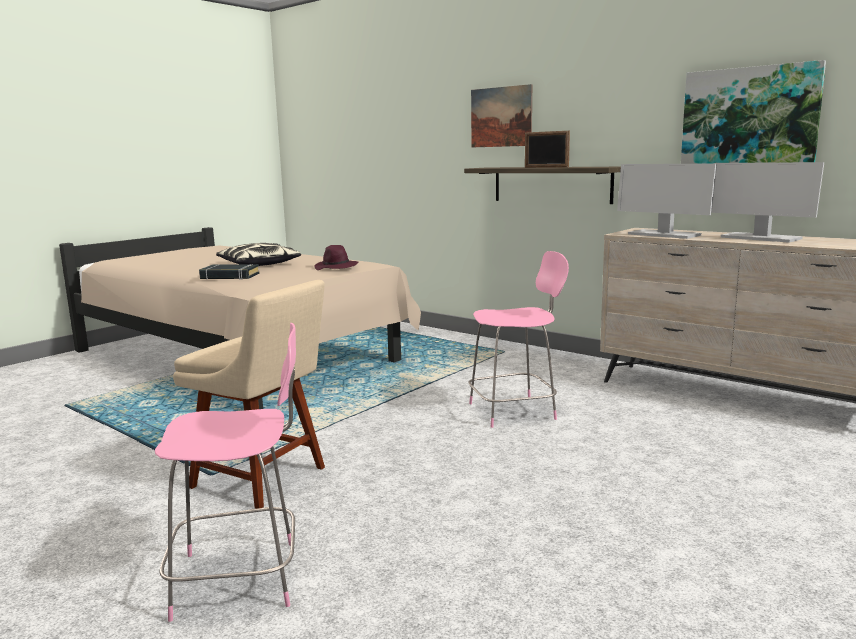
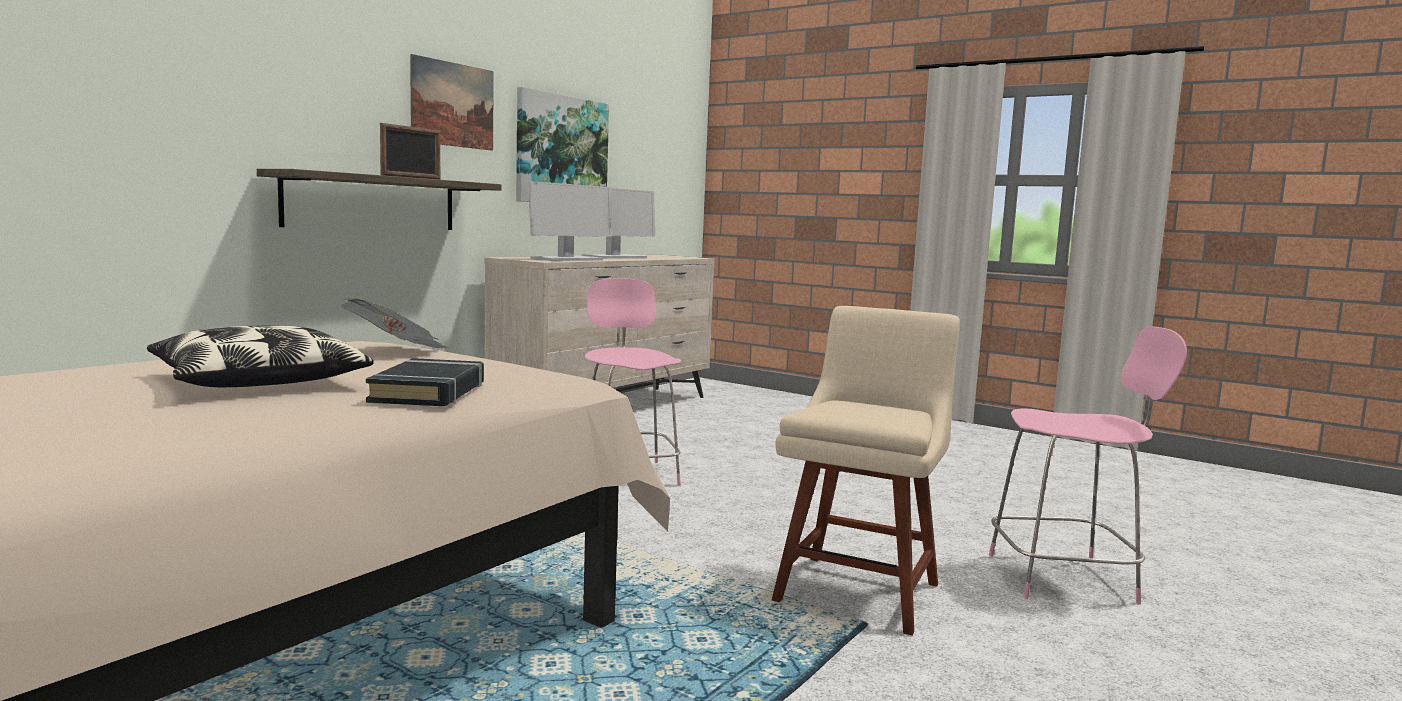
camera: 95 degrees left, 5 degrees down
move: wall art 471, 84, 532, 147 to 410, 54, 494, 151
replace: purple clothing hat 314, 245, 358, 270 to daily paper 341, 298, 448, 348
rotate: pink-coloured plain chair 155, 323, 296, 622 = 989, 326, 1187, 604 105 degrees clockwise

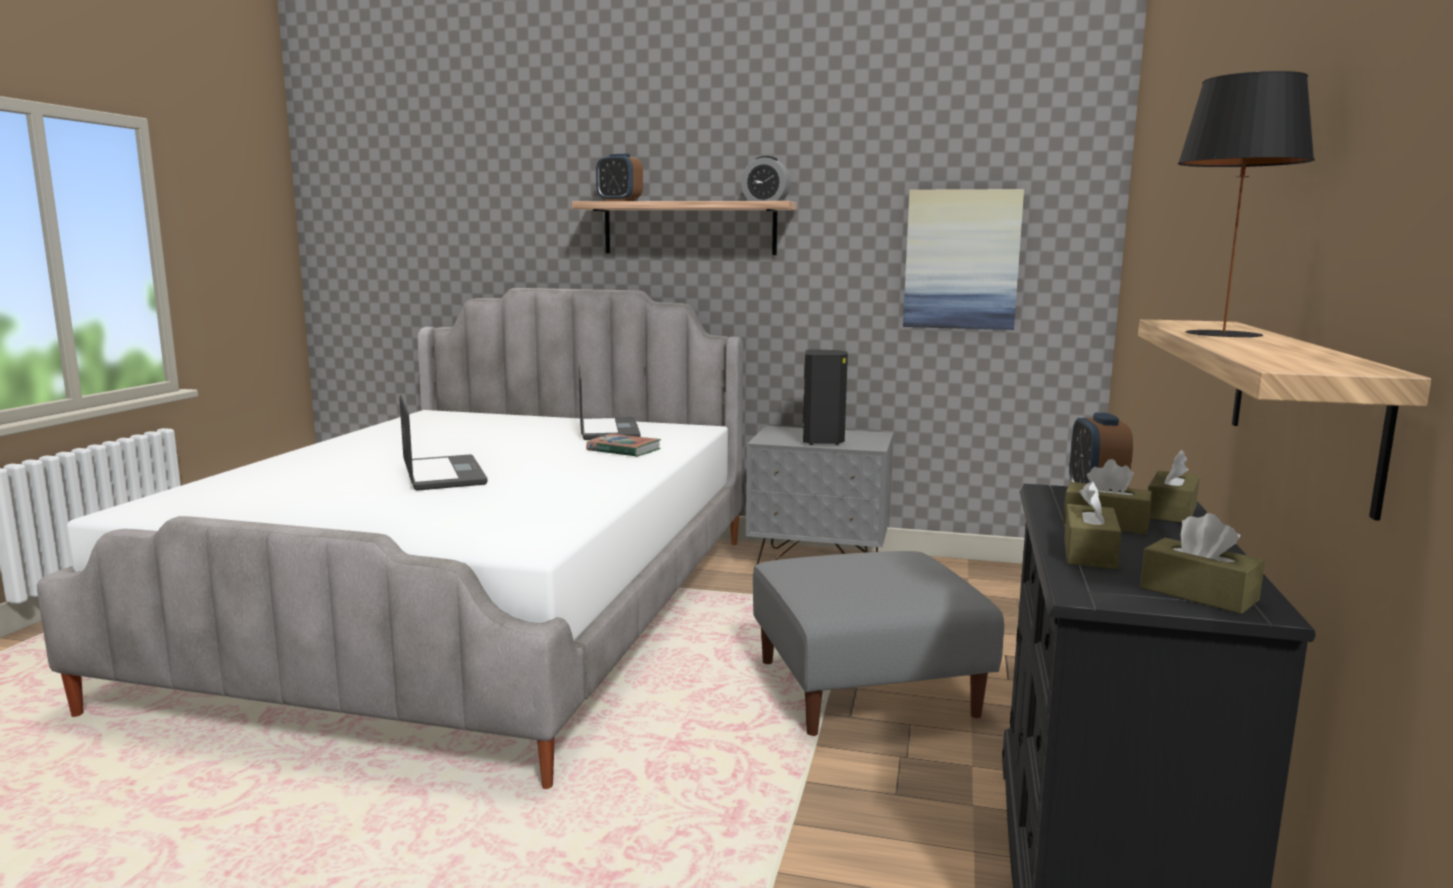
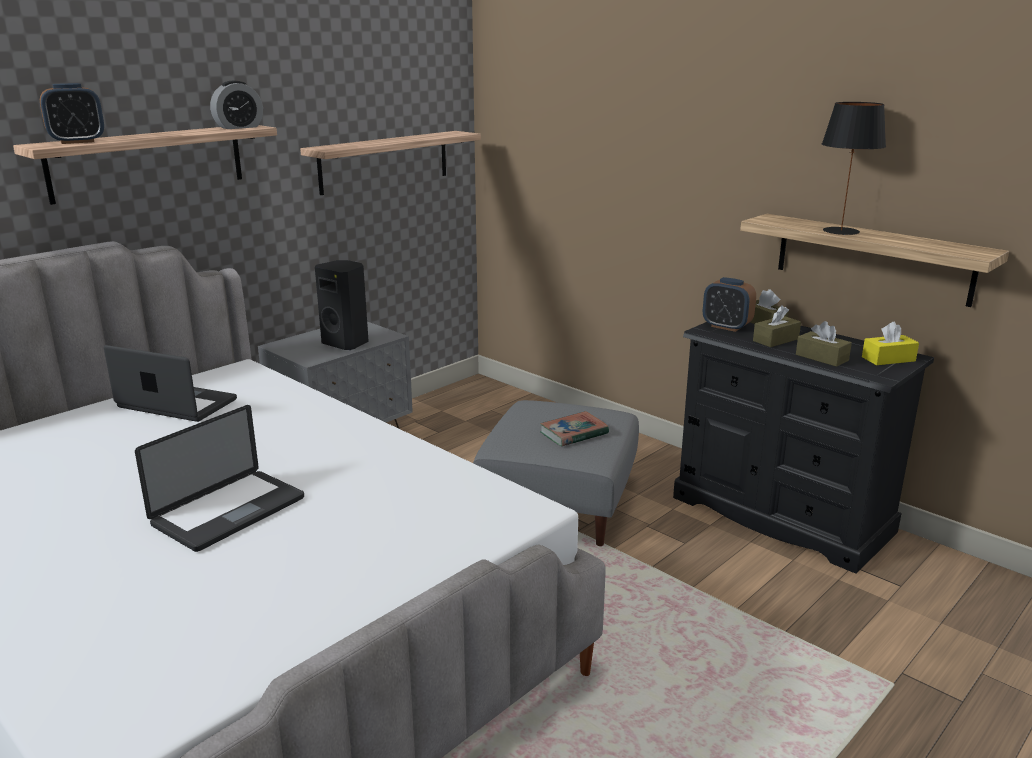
camera: 60 degrees left, 10 degrees up
move: bound book 586, 434, 661, 457 to 540, 411, 609, 446
replace: wall art 903, 189, 1024, 330 to shelf 300, 131, 481, 195
recolor: brown box of tissues 1140, 513, 1265, 614 to yellow-coloured box of tissues 862, 321, 919, 365
rotate: portable computer 399, 395, 487, 490 = 135, 405, 304, 552 120 degrees clockwise

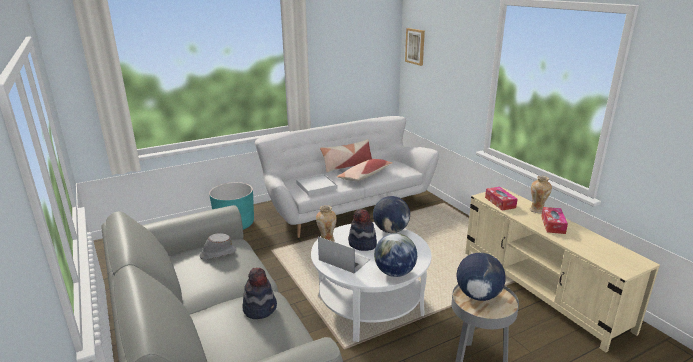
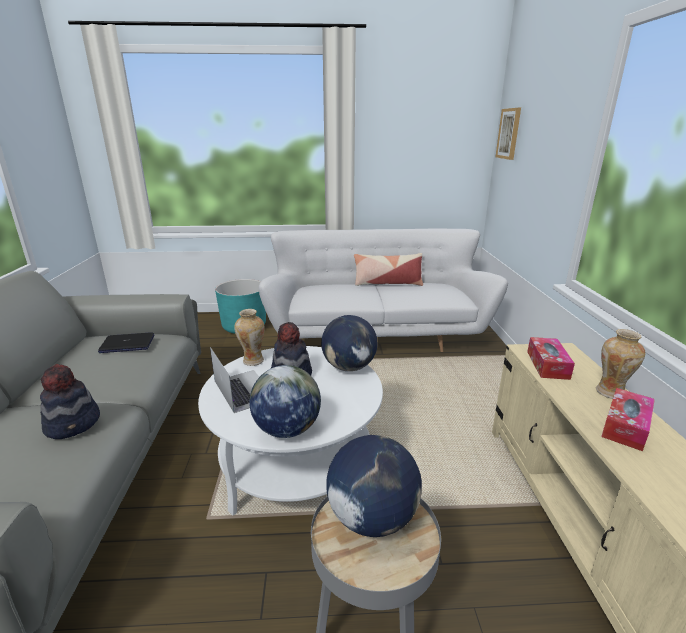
camera: 25 degrees right, 0 degrees up
delete: throw pillow 337, 159, 393, 181; whitish carrying tray 296, 174, 337, 196
replace: gray clothing hat 200, 234, 236, 259 to portable computer 98, 333, 154, 353

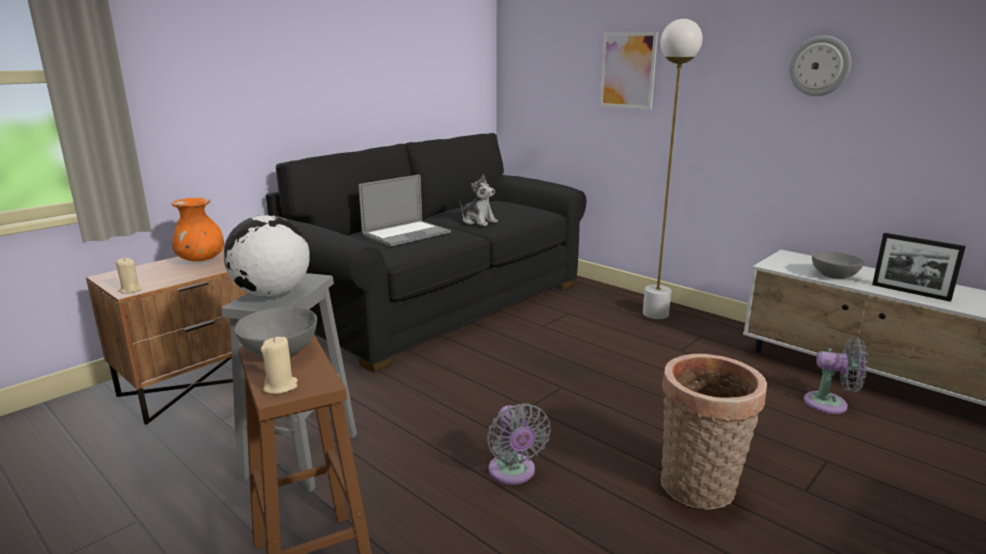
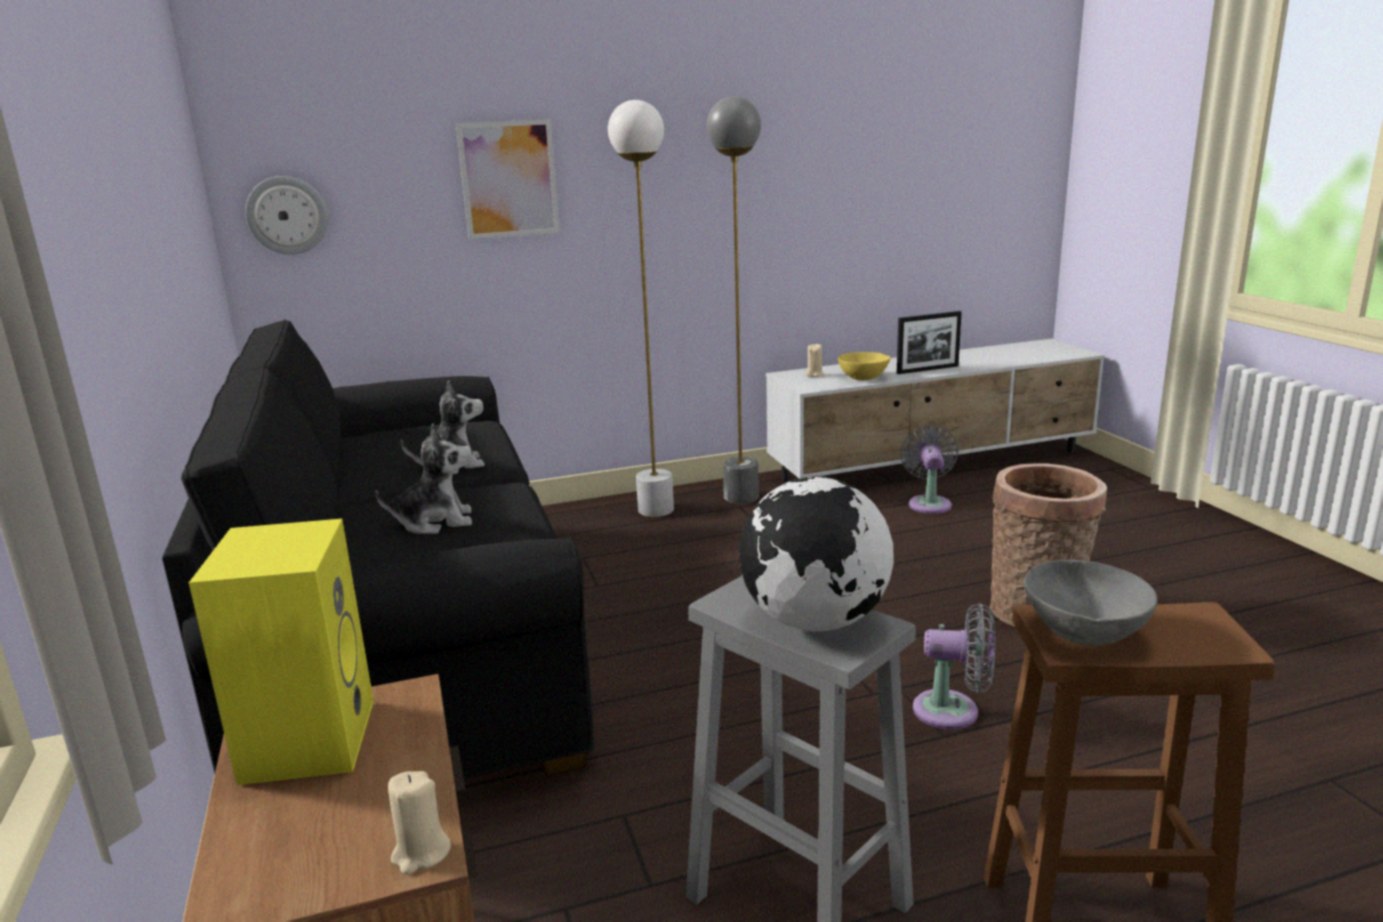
camera: 60 degrees left, 0 degrees up
insert: gray floor lamp 707, 96, 761, 504
move: wall clock 789, 36, 851, 96 to 245, 176, 328, 255; beige-coloured wax candle 261, 337, 298, 394 to 805, 343, 824, 377
replace: portable computer 359, 174, 451, 247 to soft toy 375, 423, 472, 534; orangey decorative vase 171, 198, 224, 261 to yellow-coloured audio speaker 189, 519, 374, 785
recolor: gray serving bowl 812, 251, 865, 279 to yellow-coloured serving bowl 838, 352, 891, 380
rotate: gray electric fan 804, 338, 868, 414 = 900, 425, 959, 514 45 degrees counterclockwise

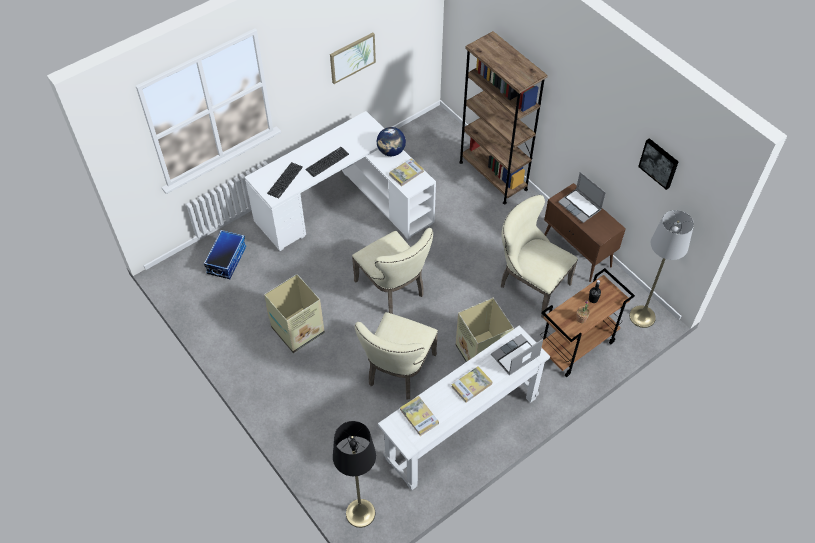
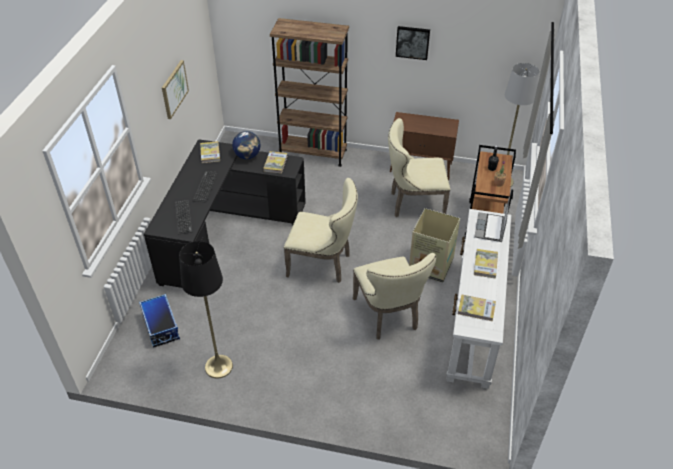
camera: 40 degrees left, 10 degrees down
delete: portable computer 558, 172, 606, 223; packing box 264, 274, 325, 353
insert: bound book 200, 141, 220, 163
move: wall art 638, 138, 678, 190 to 396, 26, 430, 60; black-coloured floor lamp 333, 421, 376, 528 to 179, 241, 233, 379
recolor: whitish desk unit 245, 111, 436, 251 to black-coloured desk unit 144, 139, 306, 288

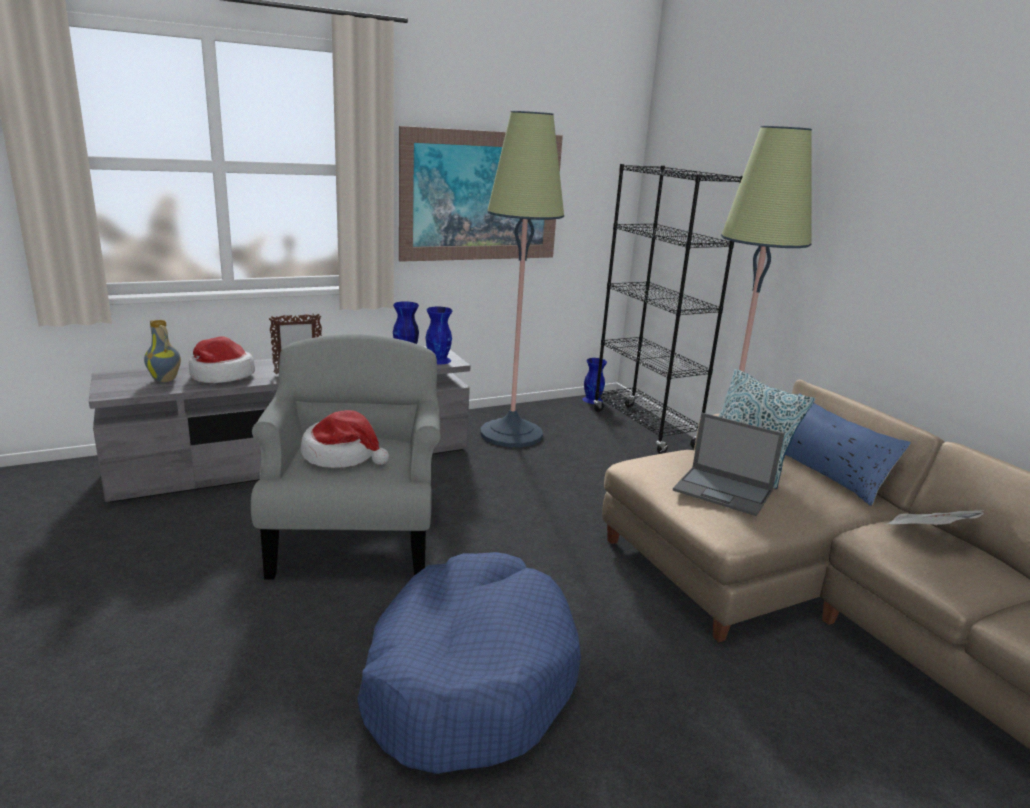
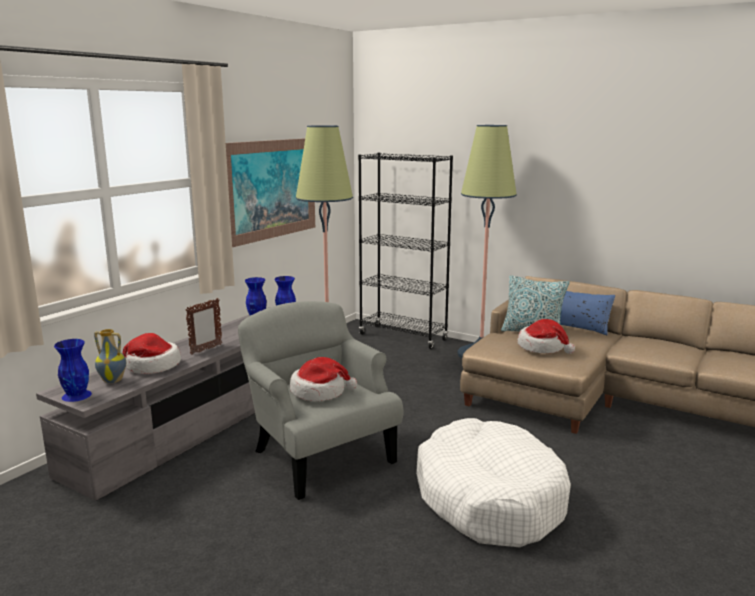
camera: 30 degrees left, 5 degrees down
delete: daily paper 887, 510, 984, 525
move: blue decorative vase 582, 358, 607, 404 to 54, 339, 92, 402
replace: portable computer 673, 413, 785, 516 to clothing hat 518, 319, 575, 354
recolor: blue pet bed 357, 552, 581, 774 to whitish pet bed 416, 418, 571, 547

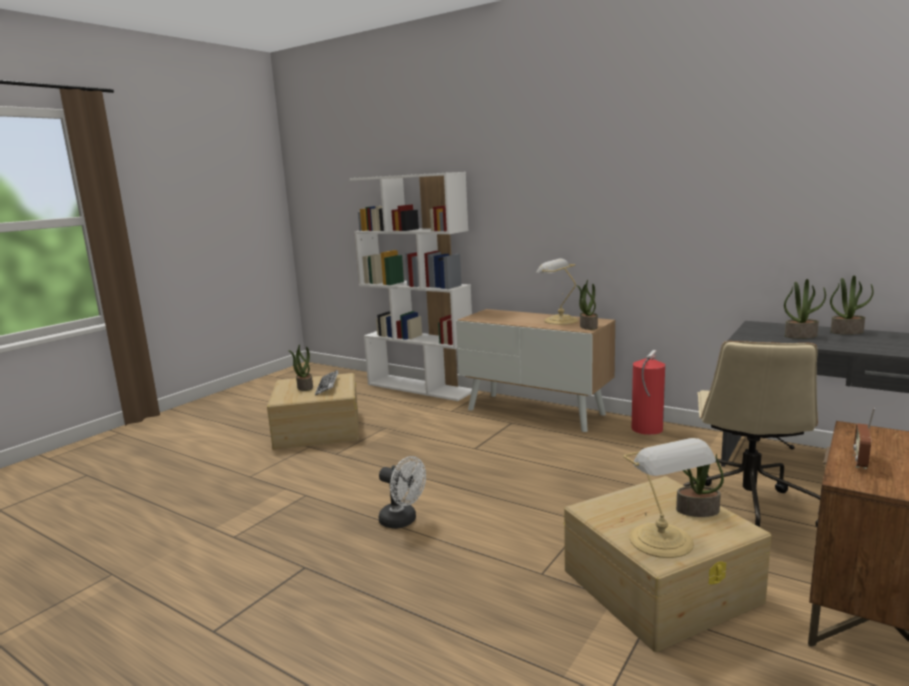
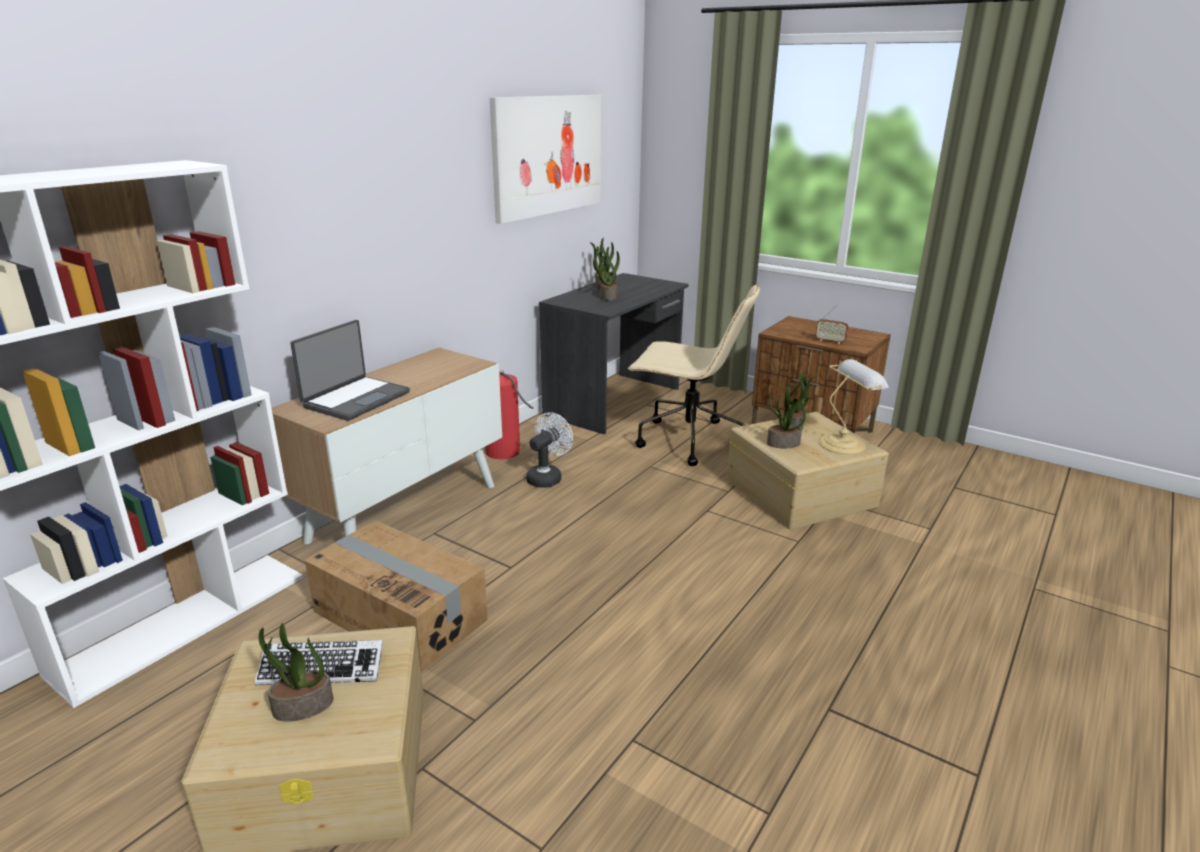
camera: 90 degrees left, 10 degrees up
delete: table lamp 536, 258, 578, 325
insert: wall art 490, 95, 601, 224; portable computer 290, 320, 410, 421; packing box 305, 520, 487, 672
move: potted plant 576, 280, 598, 330 to 767, 387, 806, 448; whitish electric fan 379, 456, 426, 529 to 526, 412, 573, 488

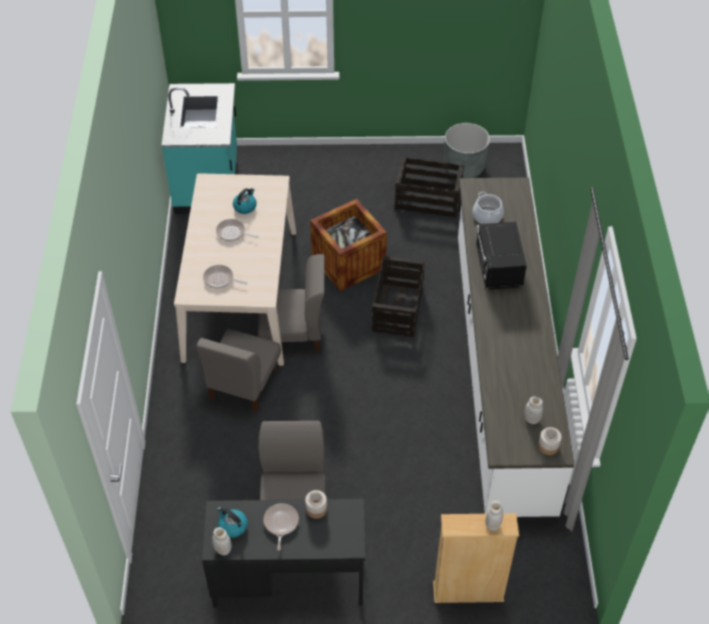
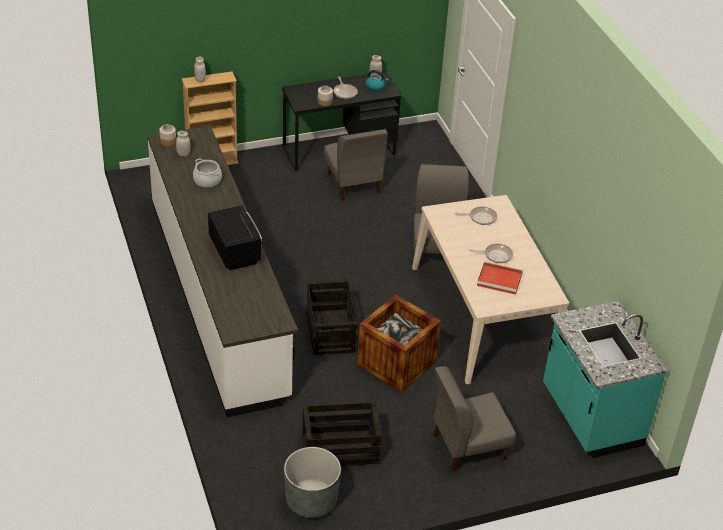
camera: 160 degrees right, 10 degrees down
move: stockpot 473, 192, 504, 224 to 193, 158, 222, 188; gray plain chair 258, 254, 325, 352 to 433, 366, 516, 472
replace: water kettle 233, 188, 257, 214 to reddish carrying tray 477, 262, 523, 295

